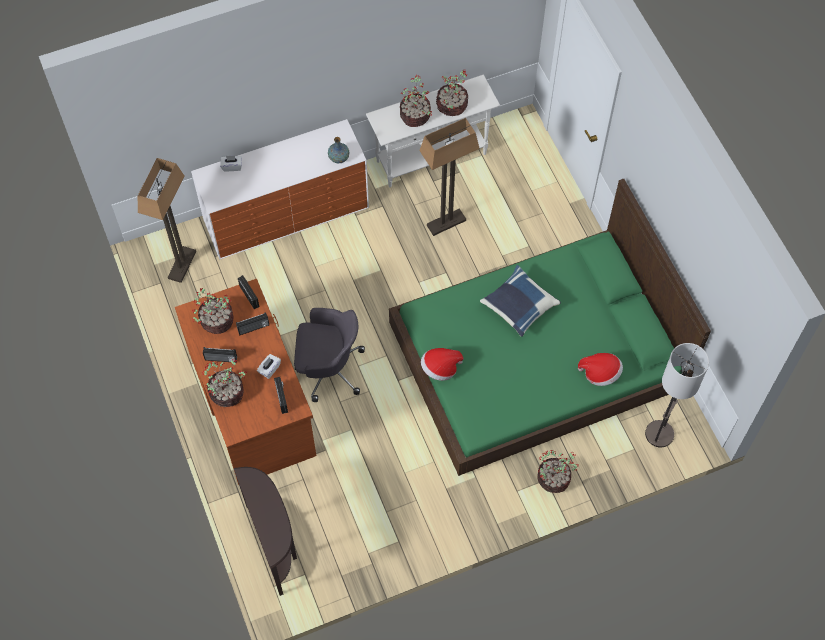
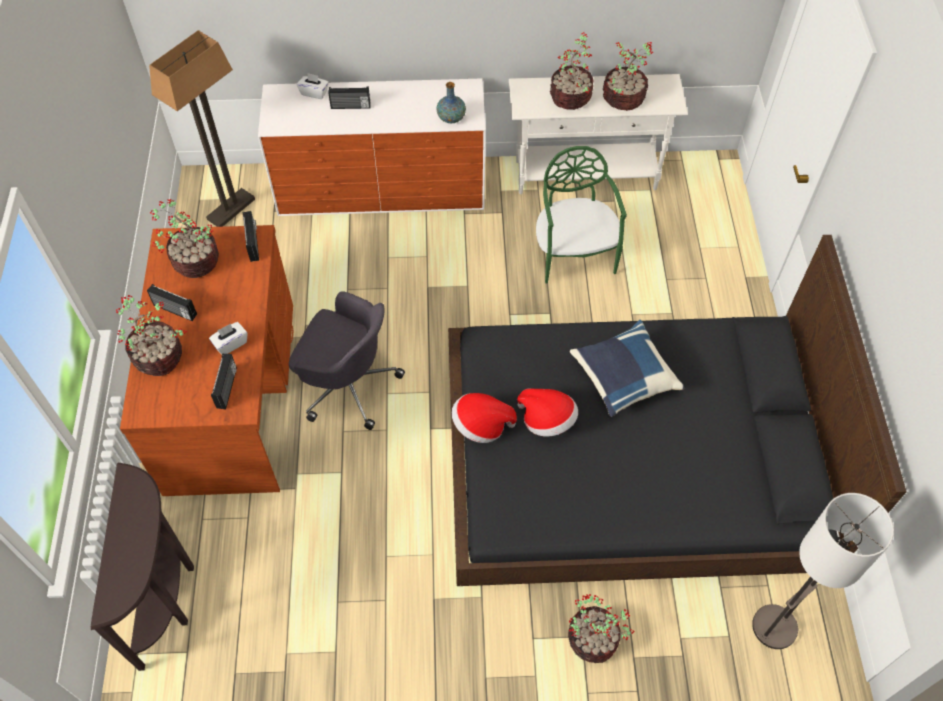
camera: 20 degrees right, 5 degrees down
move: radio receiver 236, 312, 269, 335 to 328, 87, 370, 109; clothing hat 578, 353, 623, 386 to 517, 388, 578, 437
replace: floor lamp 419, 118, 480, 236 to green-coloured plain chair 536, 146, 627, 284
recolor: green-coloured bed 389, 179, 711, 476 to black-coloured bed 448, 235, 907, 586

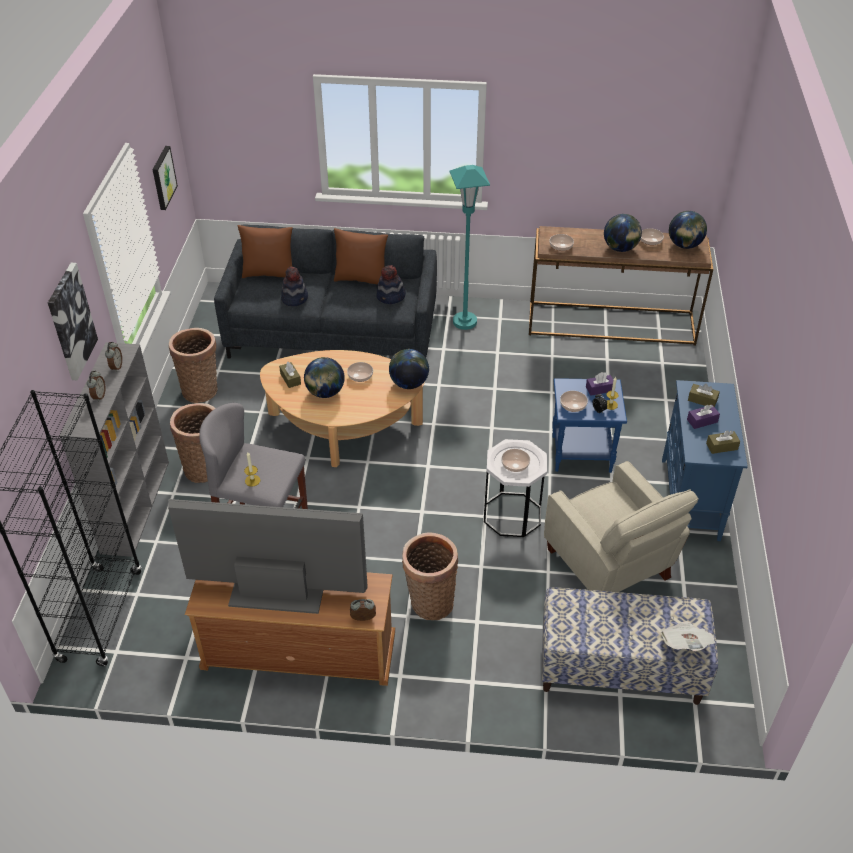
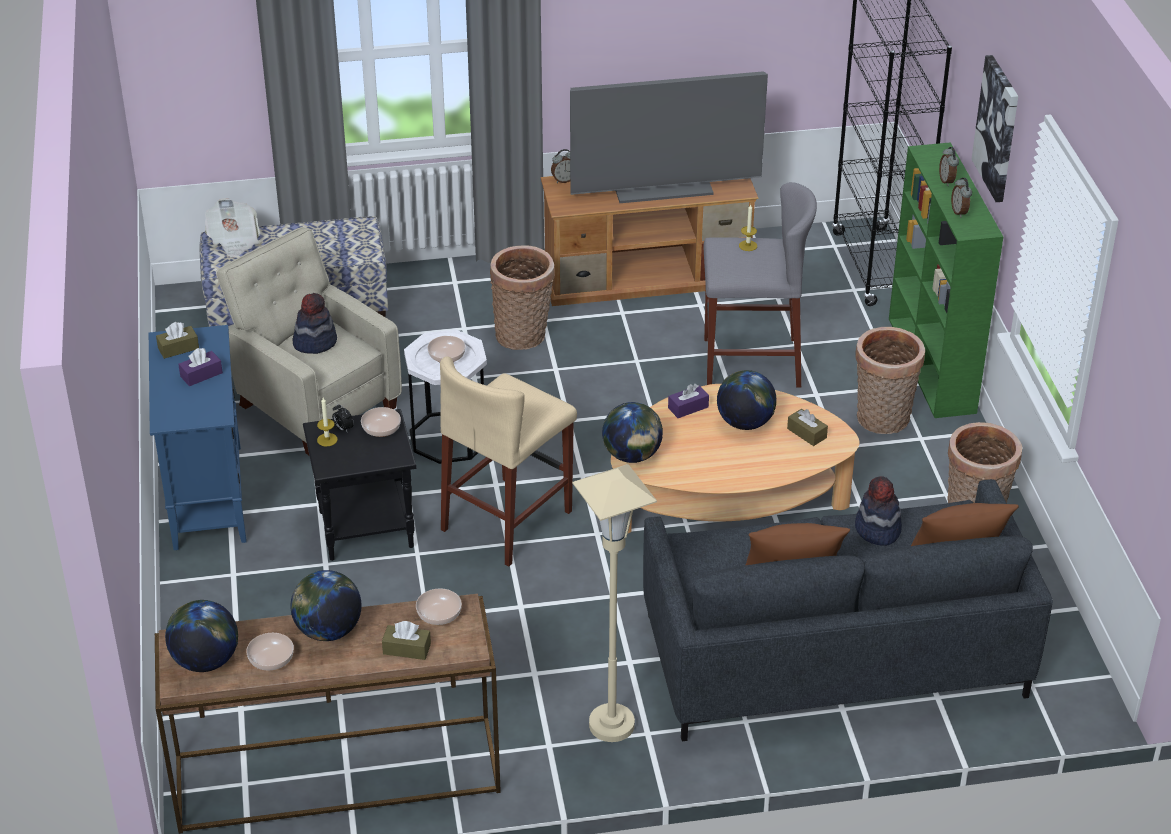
camera: 165 degrees right, 5 degrees down
delete: wall art 152, 146, 178, 210; serving bowl 347, 362, 373, 382
insert: beige-coloured sitting stool 440, 356, 577, 566
move: clothing hat 376, 265, 406, 304 to 292, 293, 337, 354; purple box of tissues 586, 372, 613, 396 to 668, 384, 709, 418; brown box of tissues 688, 384, 720, 407 to 382, 621, 431, 660
recolor: blue-green floor lamp 449, 165, 490, 330 to beige-coloured floor lamp 572, 464, 657, 742; gray bookcase 60, 342, 169, 557 to green-coloured bookcase 889, 142, 1003, 418; blue accent table 552, 378, 627, 473 to black-coloured accent table 303, 409, 416, 561

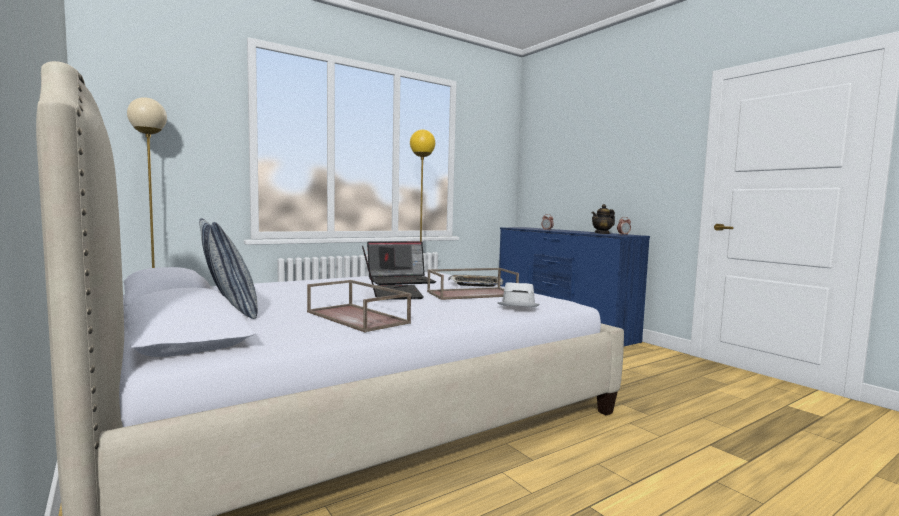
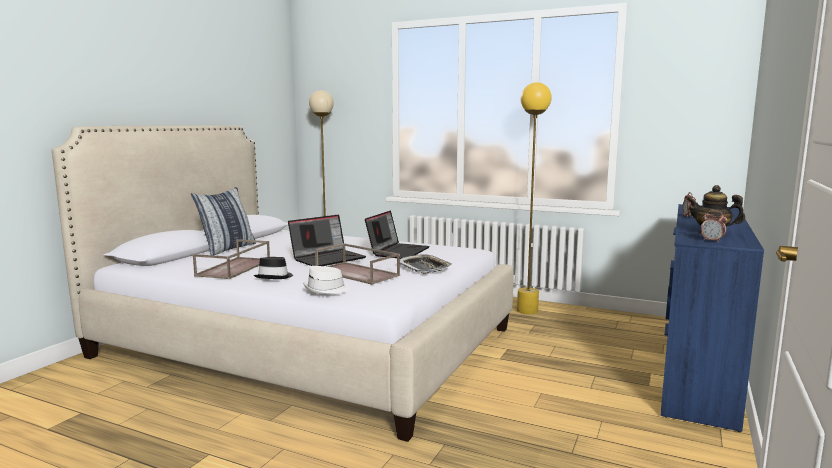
camera: 60 degrees right, 5 degrees up
insert: black-coloured clothing hat 254, 257, 293, 279
rotate: portable computer 367, 241, 436, 285 = 365, 211, 430, 259 105 degrees counterclockwise

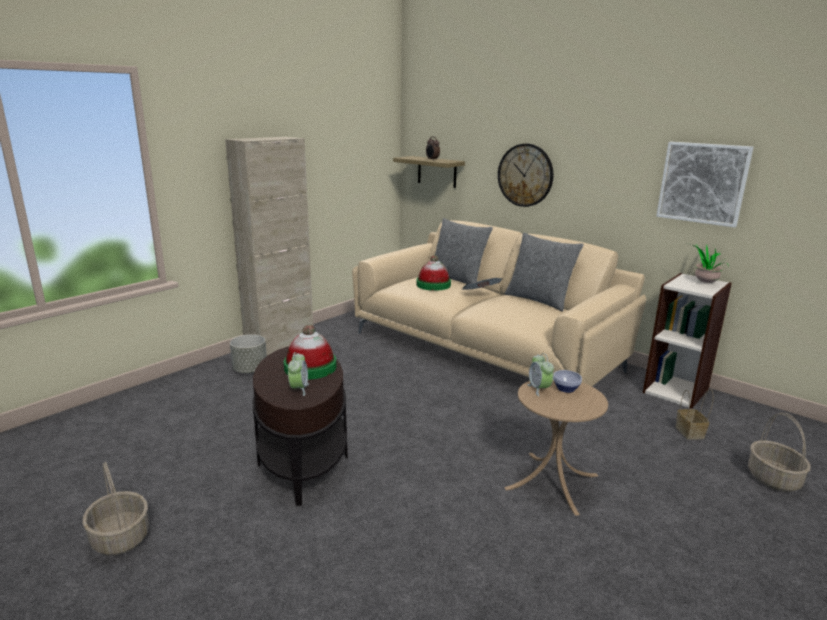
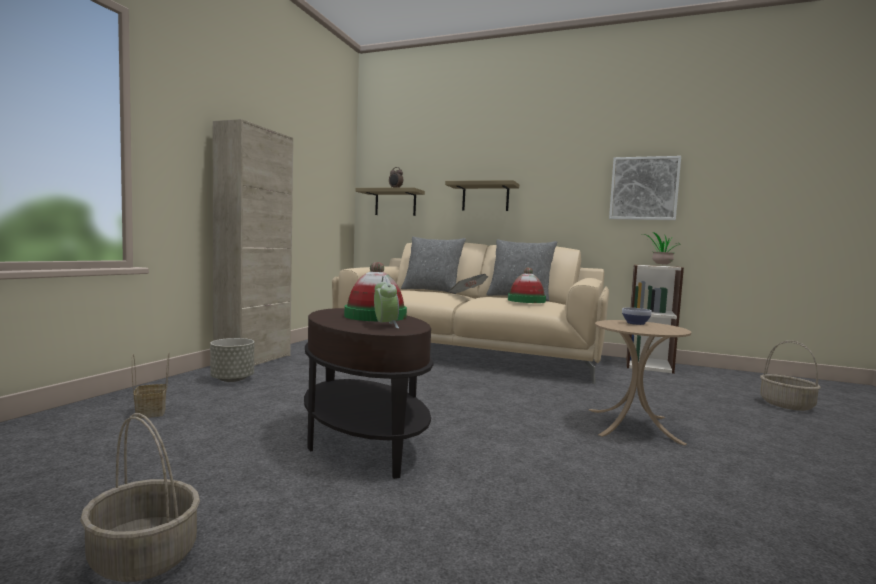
camera: 20 degrees left, 15 degrees down
delete: alarm clock 527, 353, 554, 396
move: clothing hat 416, 255, 451, 291 to 508, 267, 546, 303; storage basket 676, 389, 714, 440 to 132, 352, 169, 418
replace: wall clock 498, 144, 553, 207 to shelf 445, 180, 519, 211

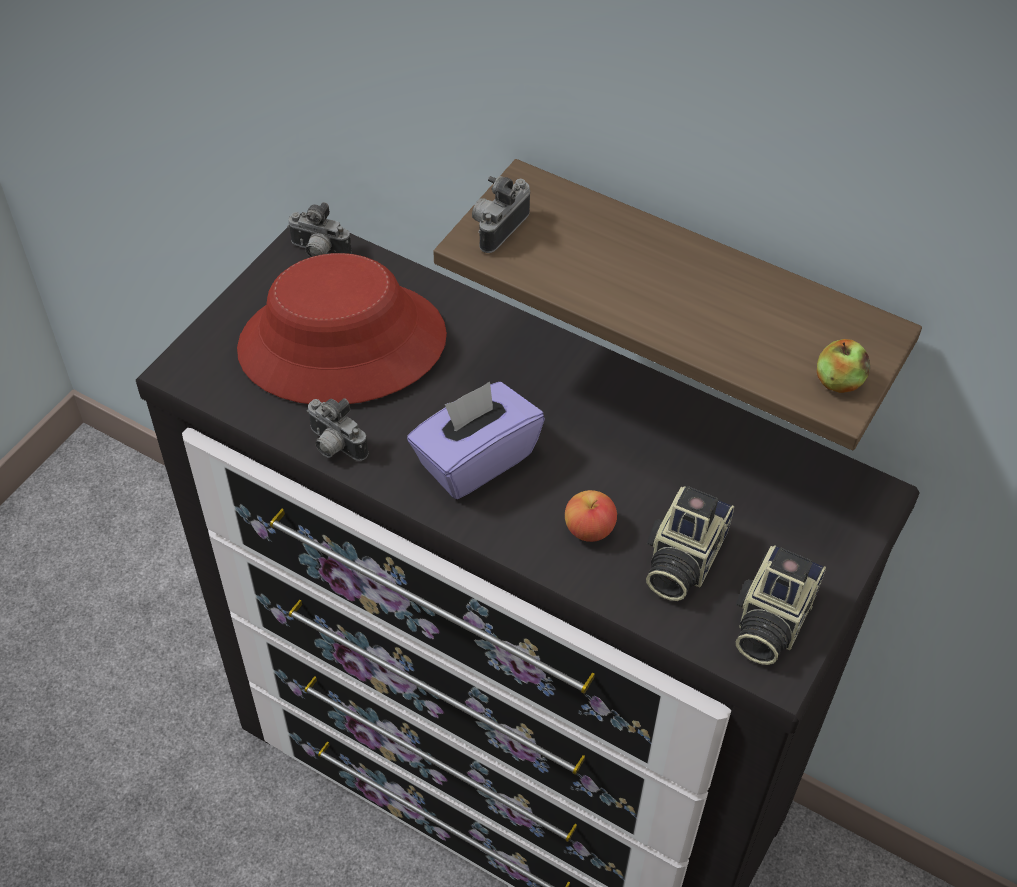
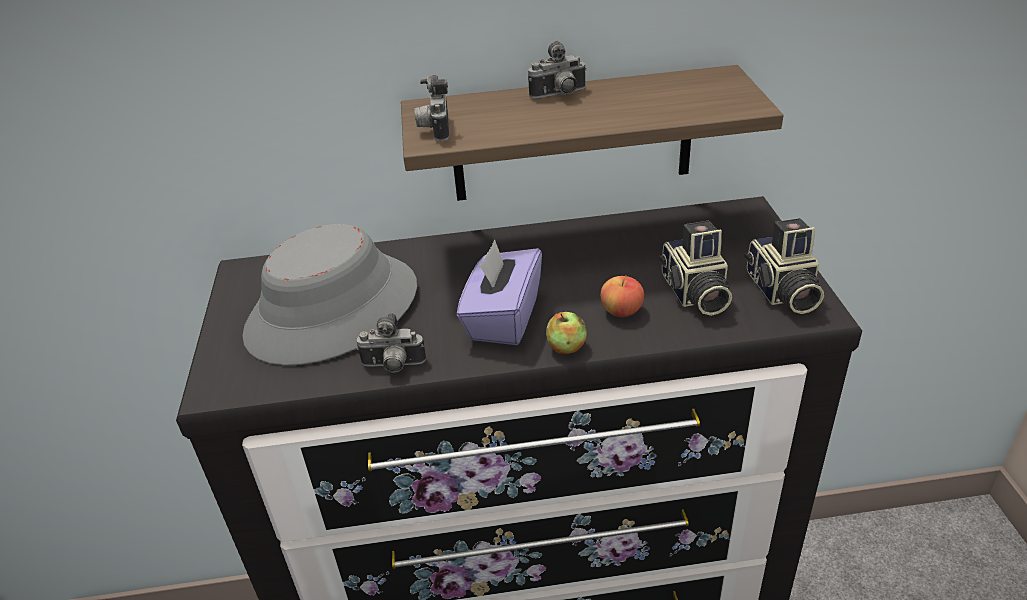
camera: 35 degrees left, 15 degrees down
move: still camera 287, 202, 352, 257 to 528, 41, 587, 99; apple fruit 817, 339, 870, 393 to 546, 312, 587, 355
recolor: reddish clothing hat 237, 253, 447, 404 to gray clothing hat 242, 224, 417, 365

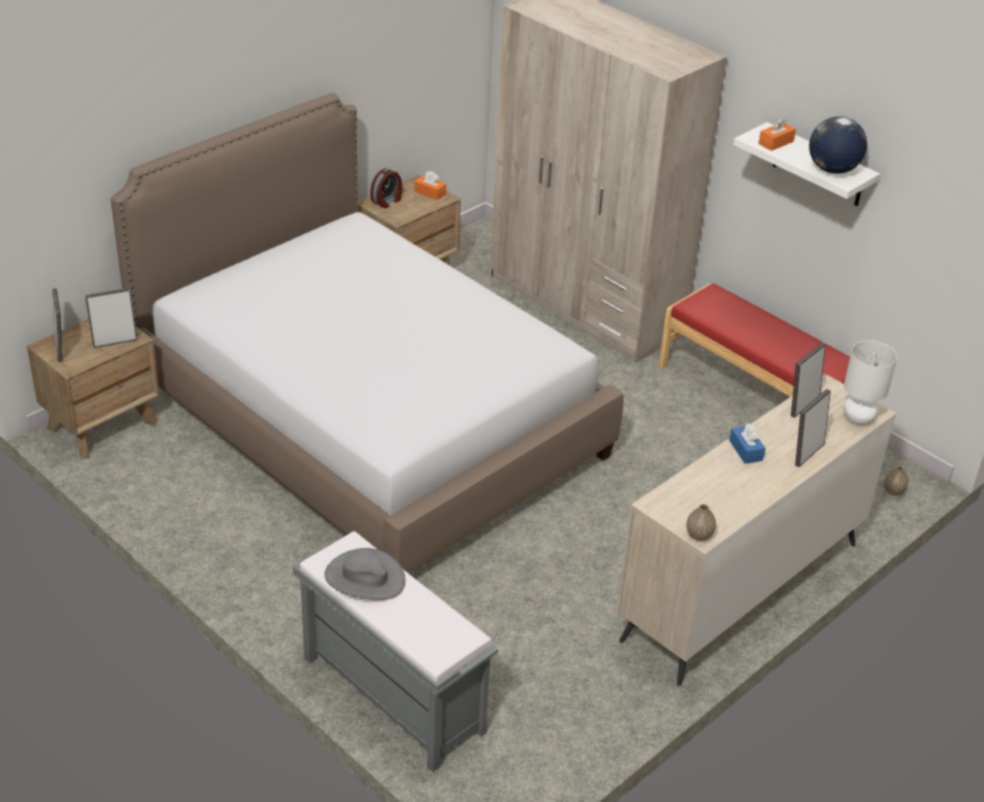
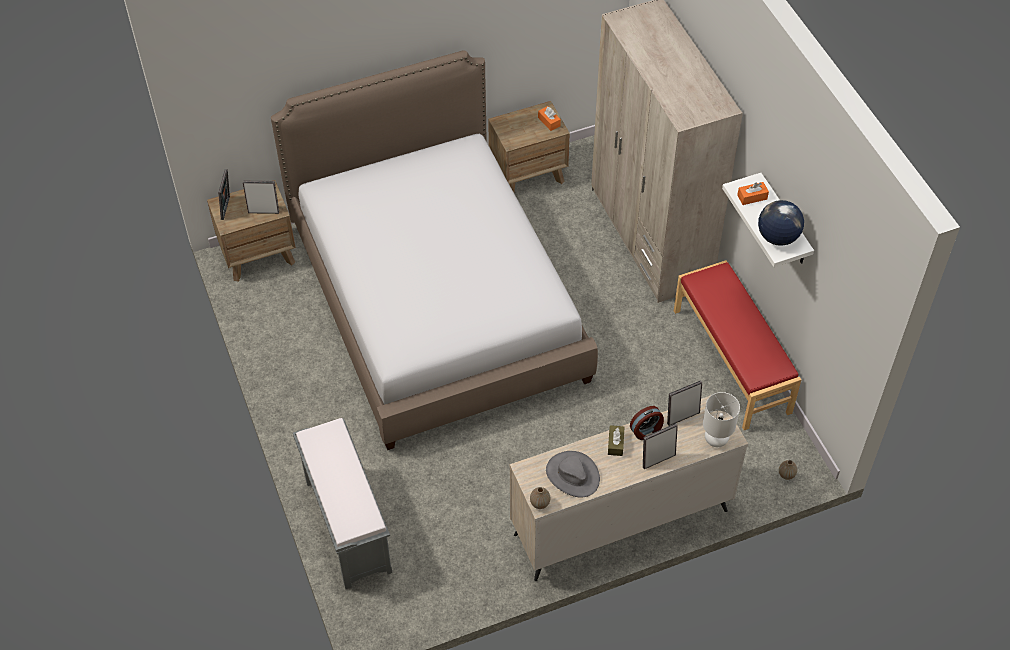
camera: 25 degrees right, 15 degrees up
move: alarm clock 370, 168, 402, 208 to 630, 406, 664, 440; gray clothing hat 325, 548, 405, 600 to 546, 451, 600, 497
recolor: blue box of tissues 729, 423, 766, 464 to brown box of tissues 608, 425, 625, 456

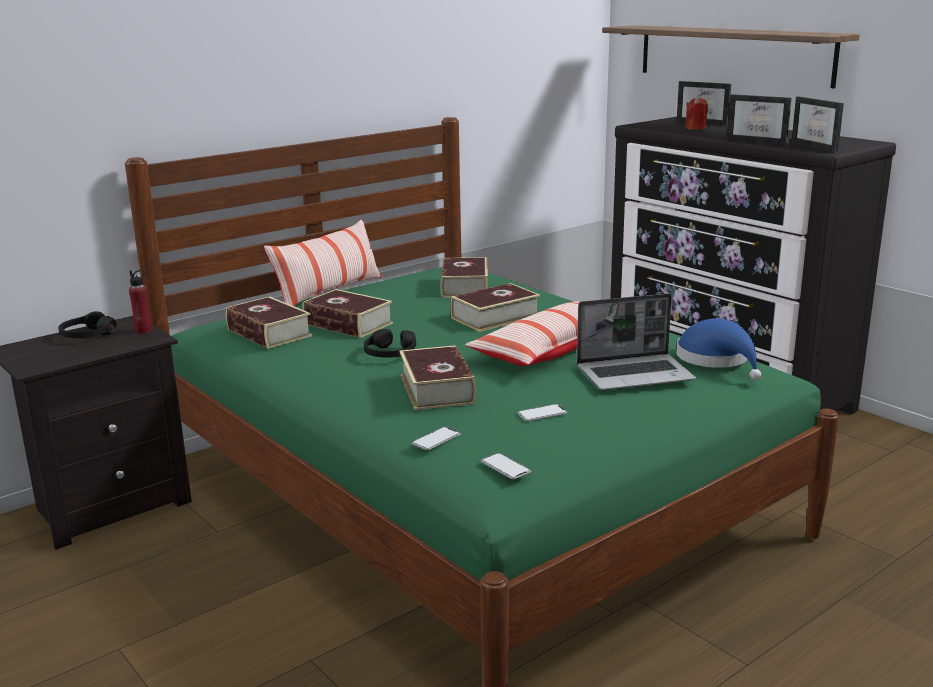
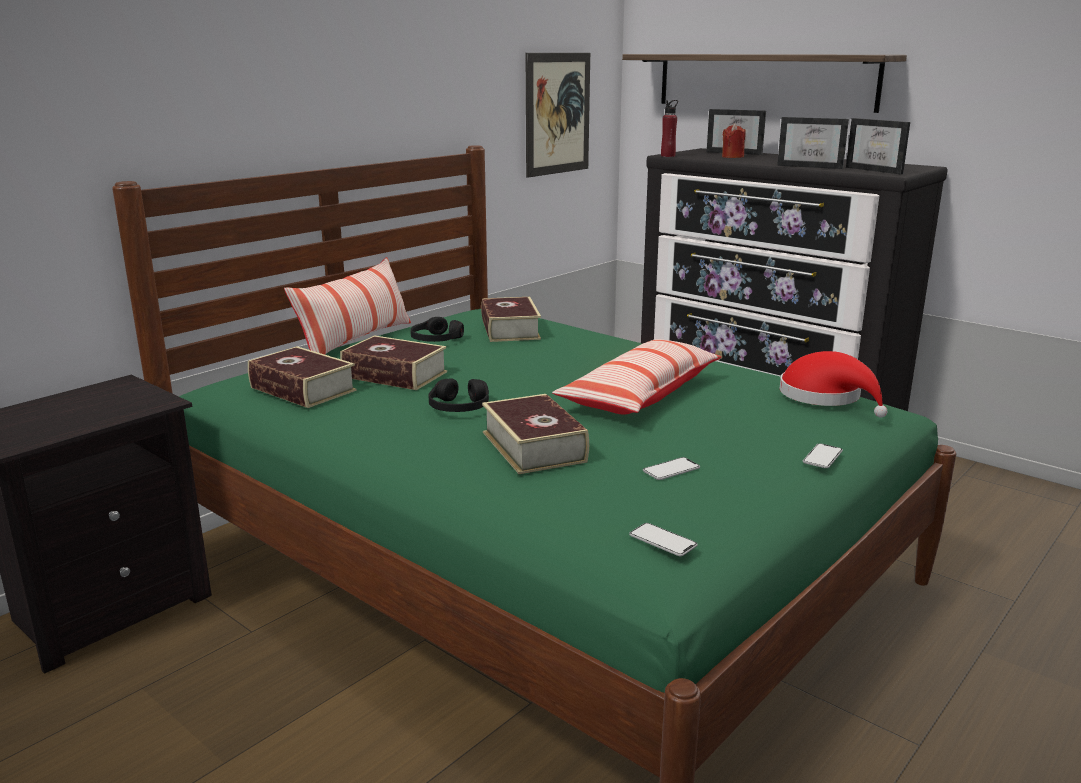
camera: 10 degrees left, 0 degrees up
delete: bound book 451, 283, 540, 332; portable computer 577, 293, 696, 390
insert: wall art 526, 53, 590, 178
move: reddish bottle 129, 270, 152, 334 to 661, 100, 678, 157; black-coloured headset 58, 311, 117, 338 to 410, 317, 464, 342; phone 412, 427, 461, 450 to 803, 443, 843, 468
recolor: blue clothing hat 676, 318, 761, 380 to reddish clothing hat 780, 351, 888, 418

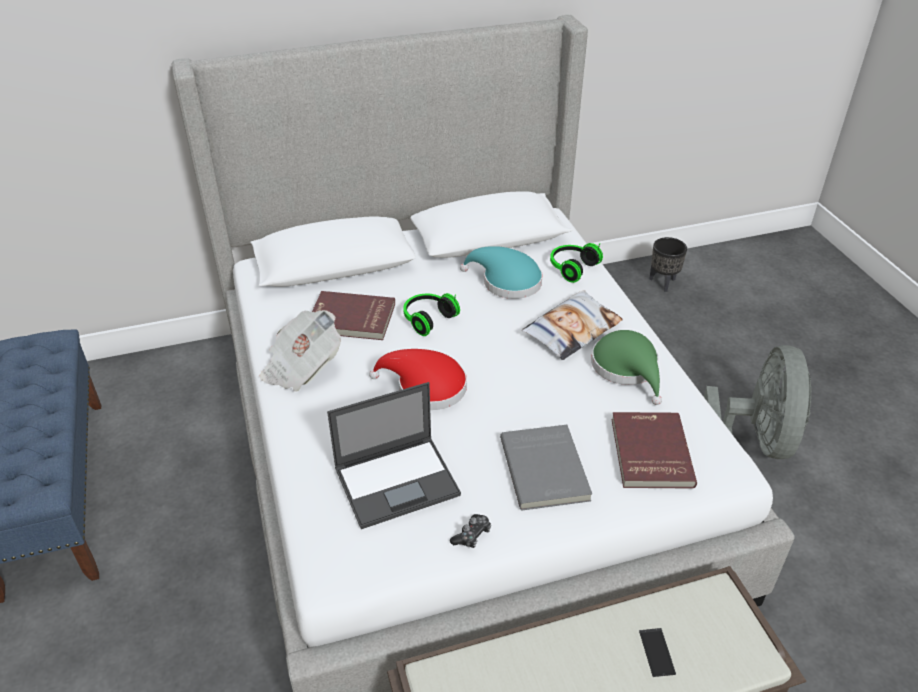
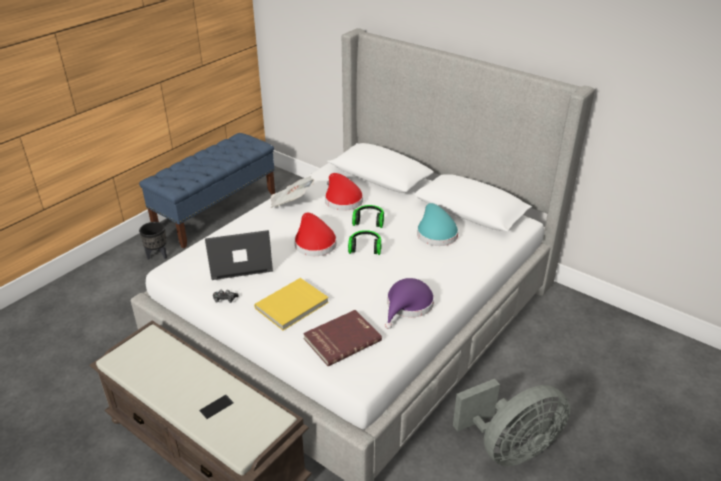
camera: 55 degrees right, 5 degrees down
delete: throw pillow 522, 290, 623, 360
move: black-coloured planter 649, 237, 687, 292 to 139, 222, 167, 260; headset 550, 243, 603, 283 to 348, 230, 382, 255
replace: reddish bound book 312, 291, 395, 340 to reddish clothing hat 325, 173, 363, 211
recolor: green-coloured clothing hat 591, 330, 662, 405 to purple clothing hat 385, 278, 434, 329; gray bound book 500, 425, 592, 510 to yellow-coloured bound book 254, 278, 329, 331
rotate: portable computer 327, 382, 461, 529 = 205, 230, 273, 280 135 degrees clockwise

